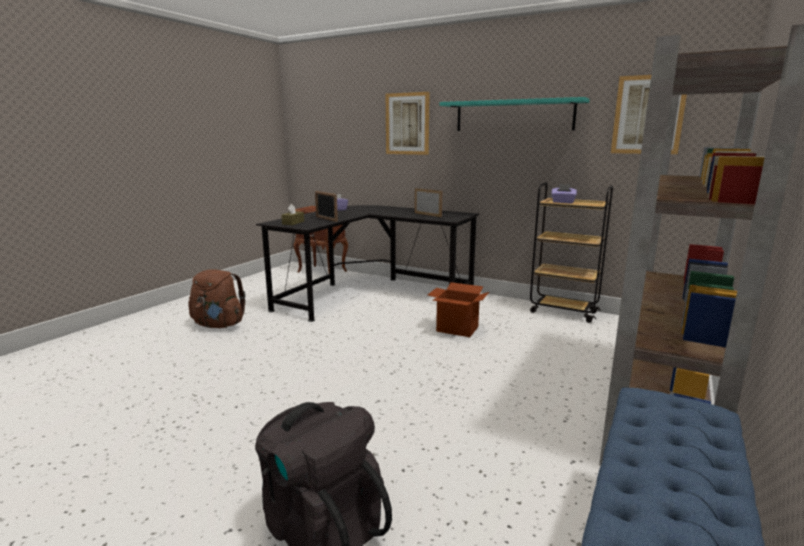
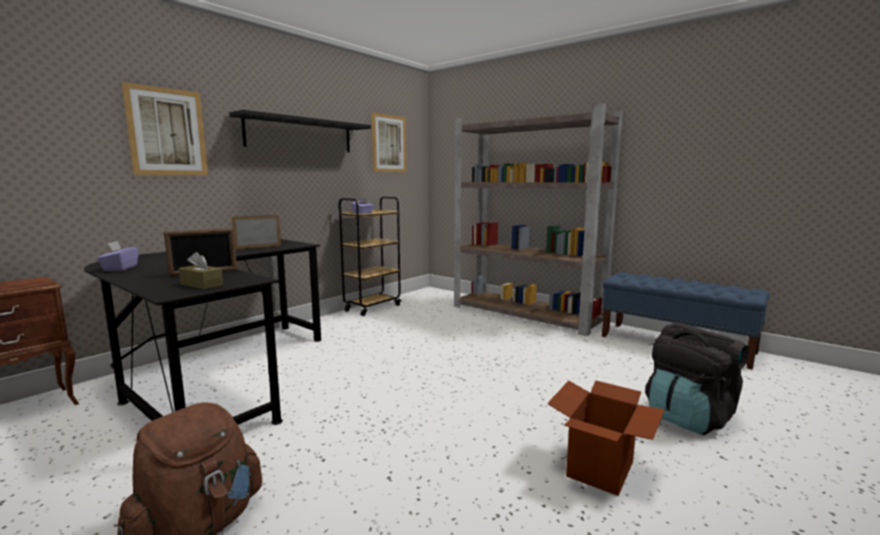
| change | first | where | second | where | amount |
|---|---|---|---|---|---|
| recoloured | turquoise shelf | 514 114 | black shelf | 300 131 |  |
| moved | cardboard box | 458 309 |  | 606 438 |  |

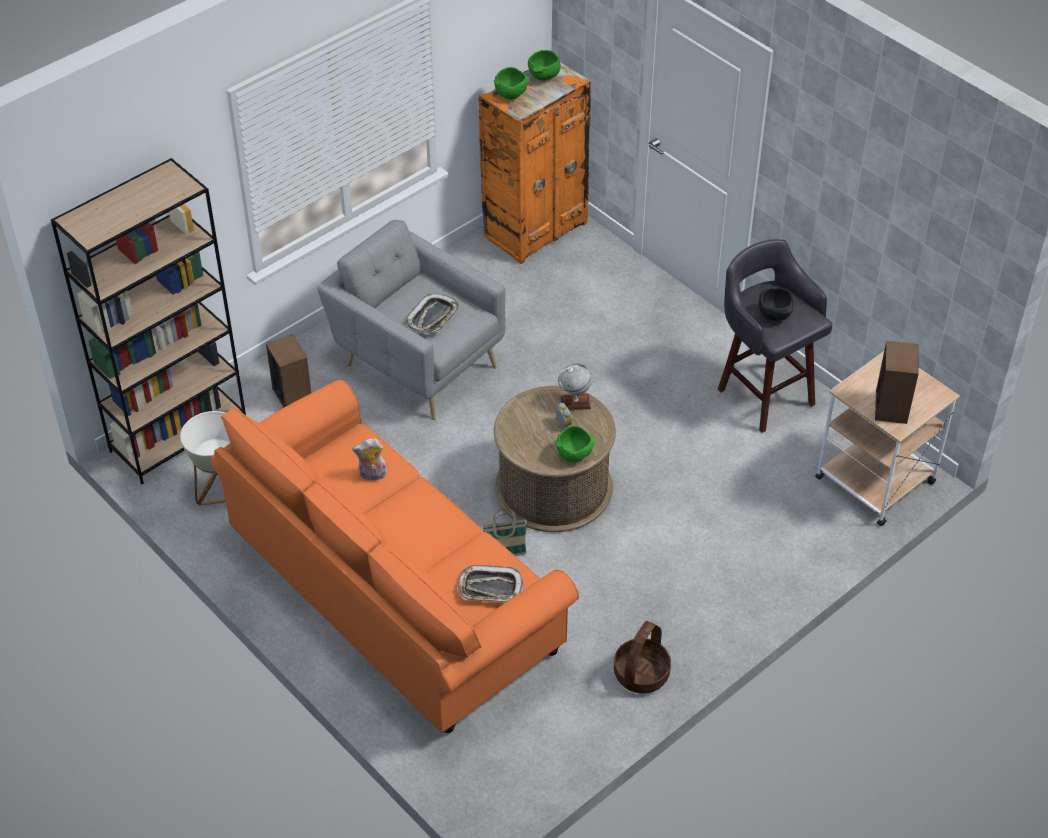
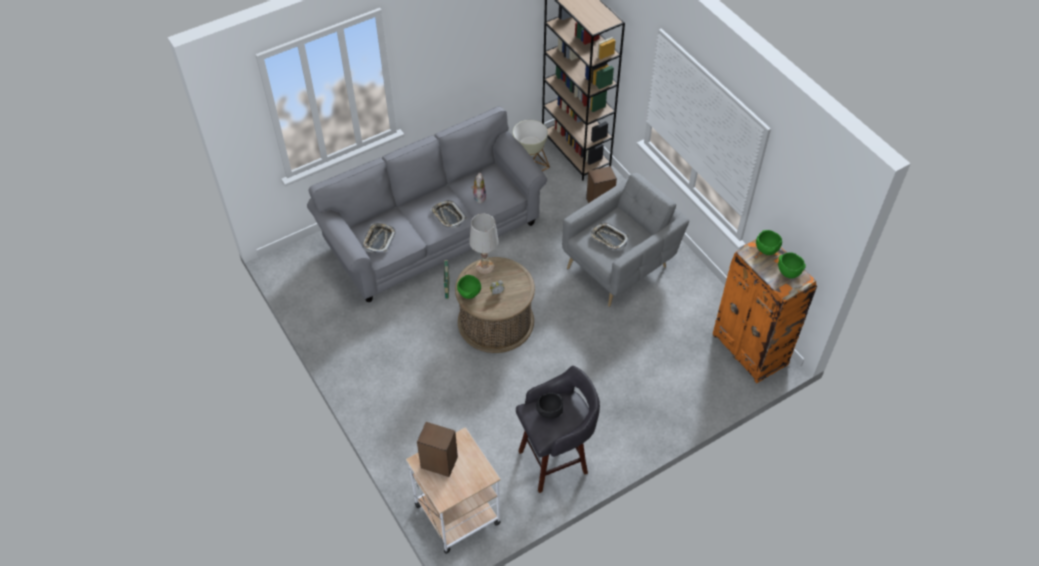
| change | first | where | second | where | amount |
|---|---|---|---|---|---|
| removed | globe | 575 386 |  |  |  |
| recoloured | orange sofa | 395 556 | grey sofa | 427 204 |  |
| removed | basket | 642 657 |  |  |  |
| added |  |  | tray | 448 214 |  |
| added |  |  | white table lamp | 484 244 |  |

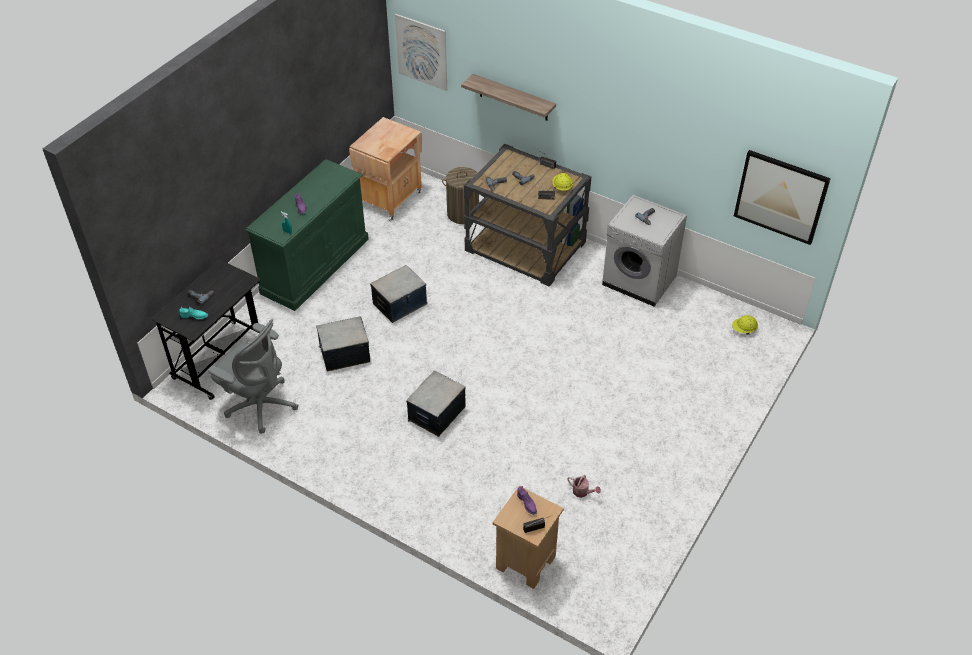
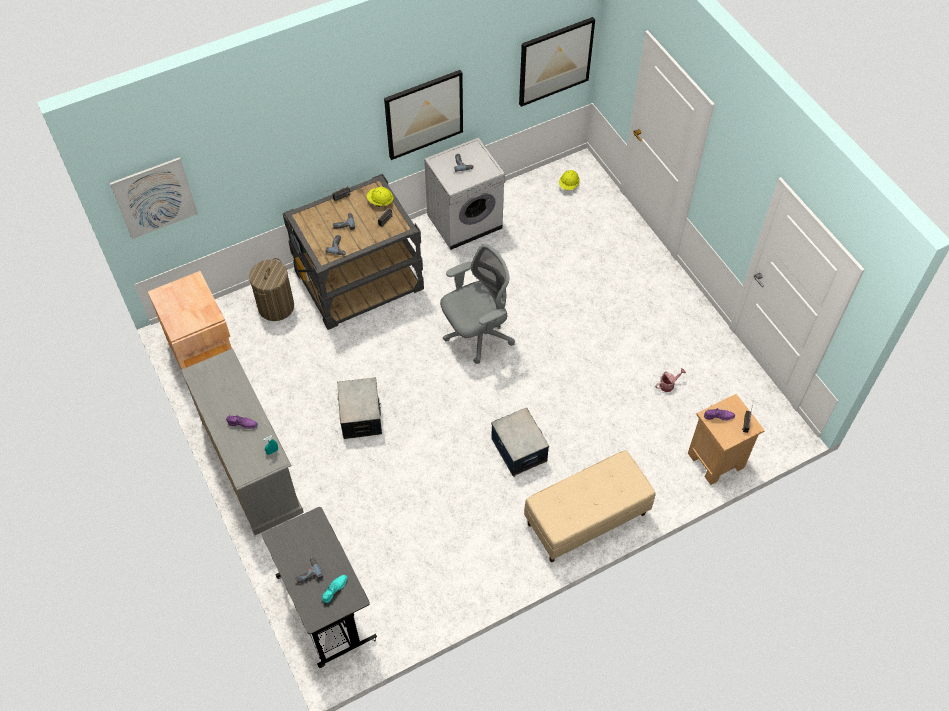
| change | first | where | second | where | amount |
|---|---|---|---|---|---|
| removed | shelf | 508 97 |  |  |  |
| recoloured | green cabinet | 307 235 | grey cabinet | 242 441 |  |
| removed | storage box | 343 344 |  |  |  |
| moved | grey office chair | 253 376 |  | 477 303 |  |
| added |  |  | picture | 423 115 |  |
| added |  |  | beige bench | 589 506 |  |

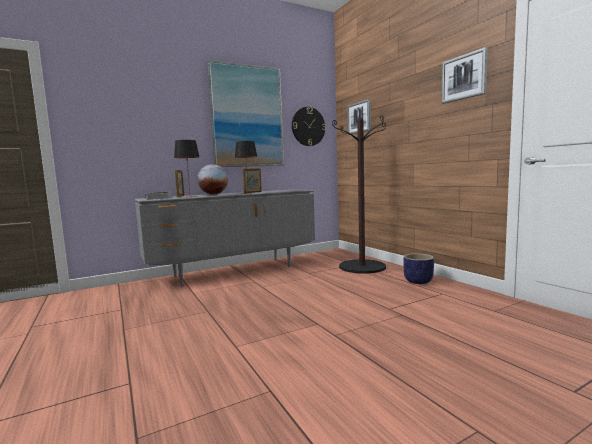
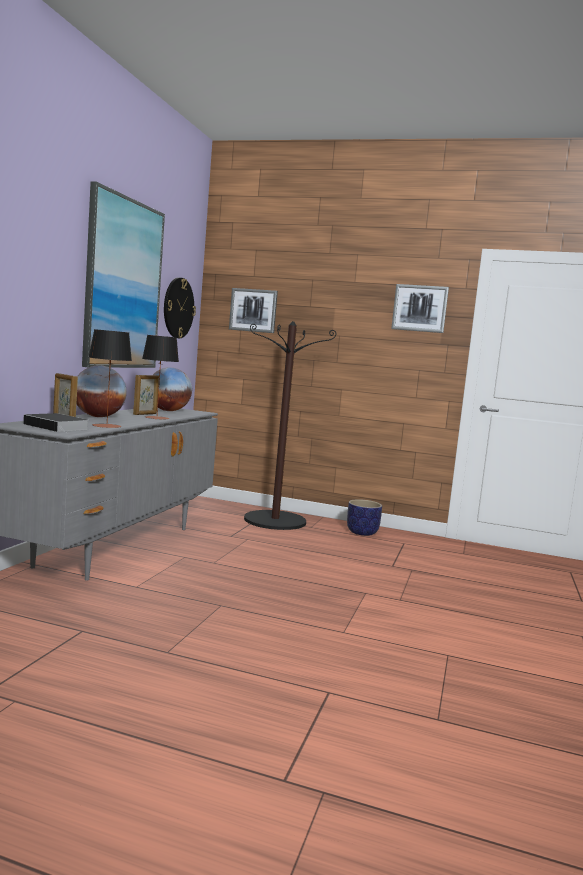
| change | first | where | second | where | amount |
|---|---|---|---|---|---|
| added |  |  | globe | 172 389 |  |

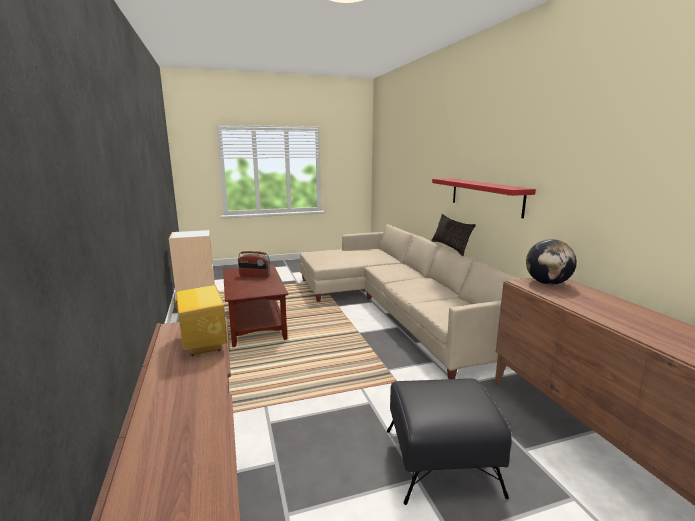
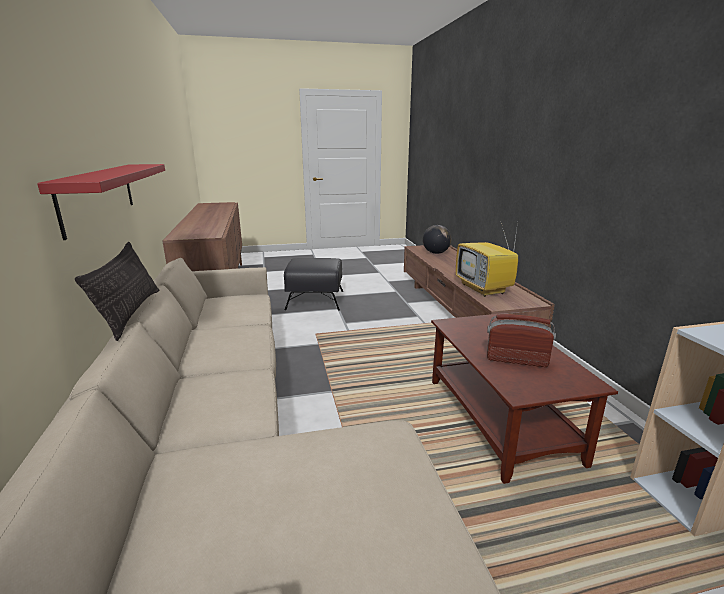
| change | first | where | second | where | amount |
|---|---|---|---|---|---|
| moved | globe | 551 262 |  | 437 239 |  |

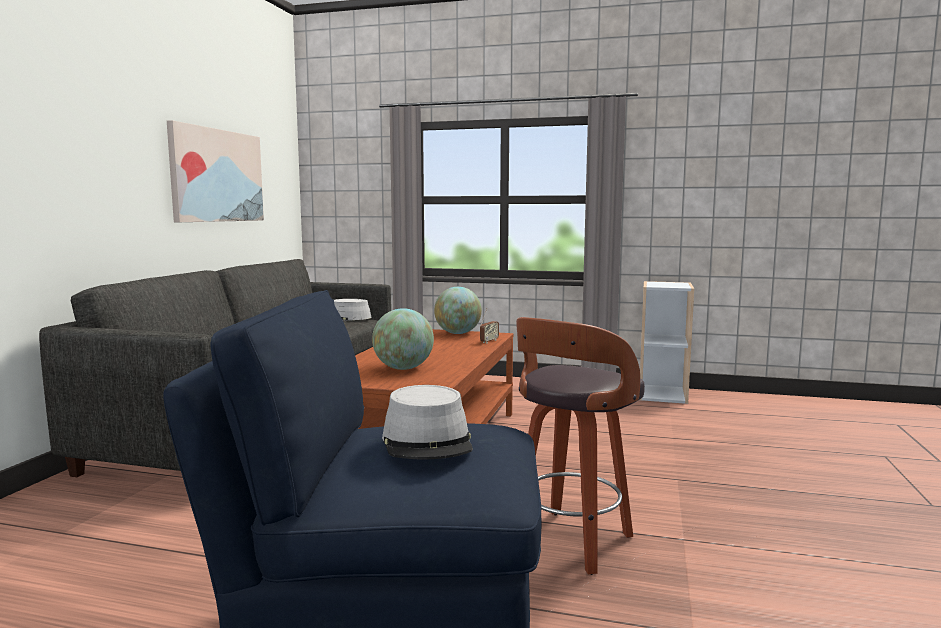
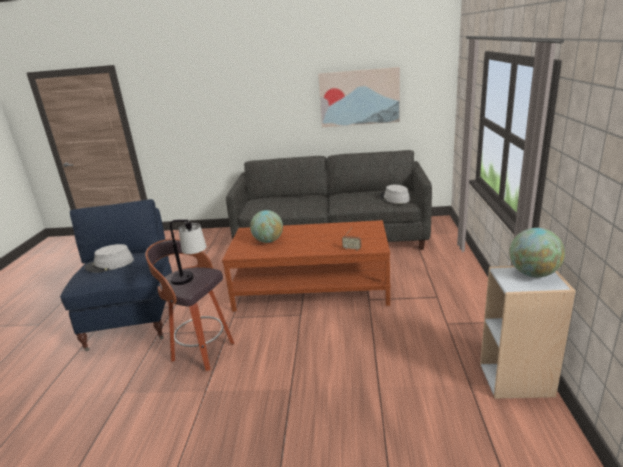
| change | first | where | second | where | amount |
|---|---|---|---|---|---|
| moved | globe | 458 310 |  | 537 252 |  |
| added |  |  | table lamp | 188 252 |  |

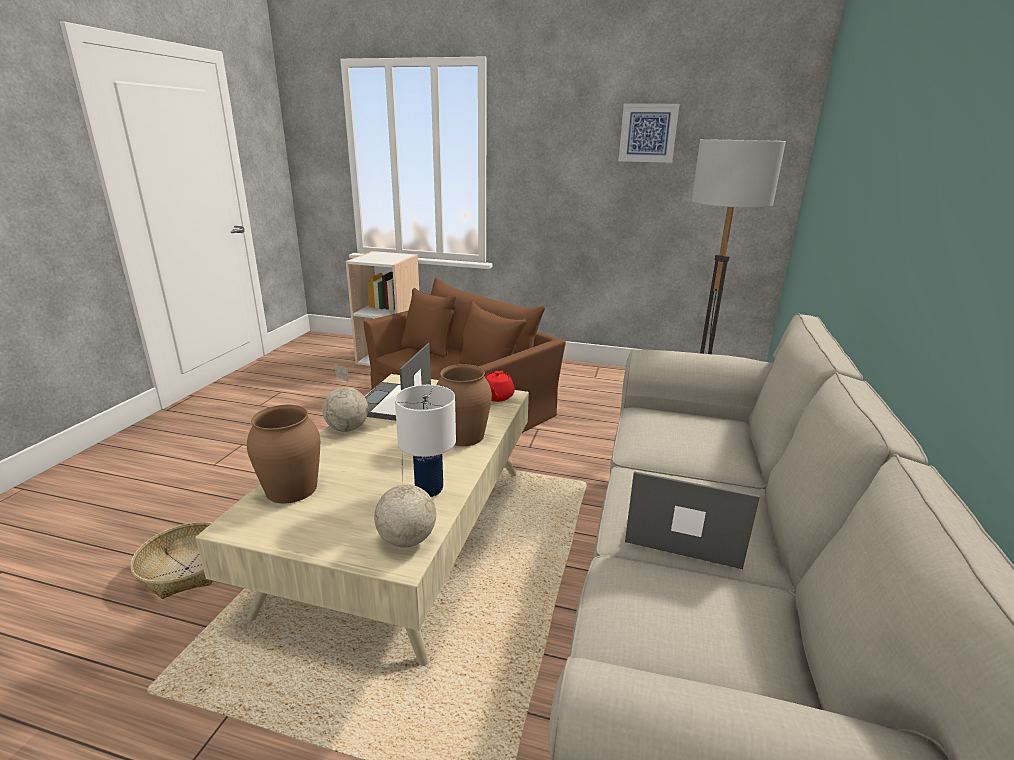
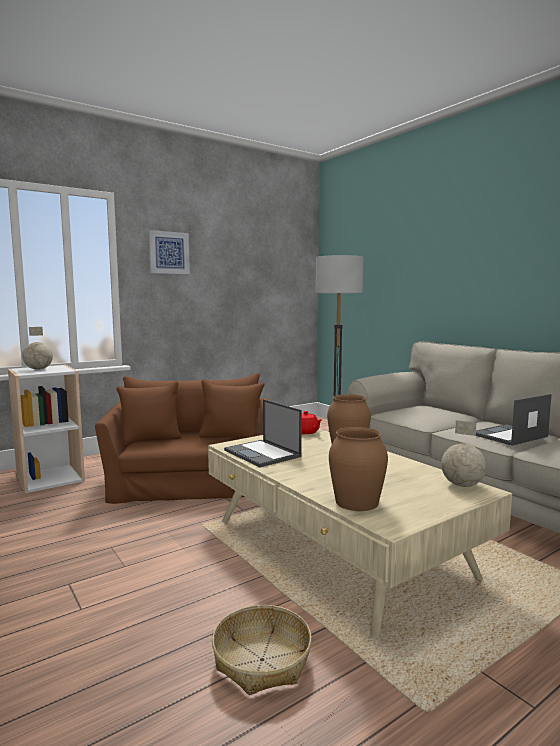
| change | first | where | second | where | amount |
|---|---|---|---|---|---|
| moved | picture | 649 133 |  | 169 252 |  |
| moved | globe | 345 398 |  | 37 348 |  |
| removed | white table lamp | 425 441 |  |  |  |

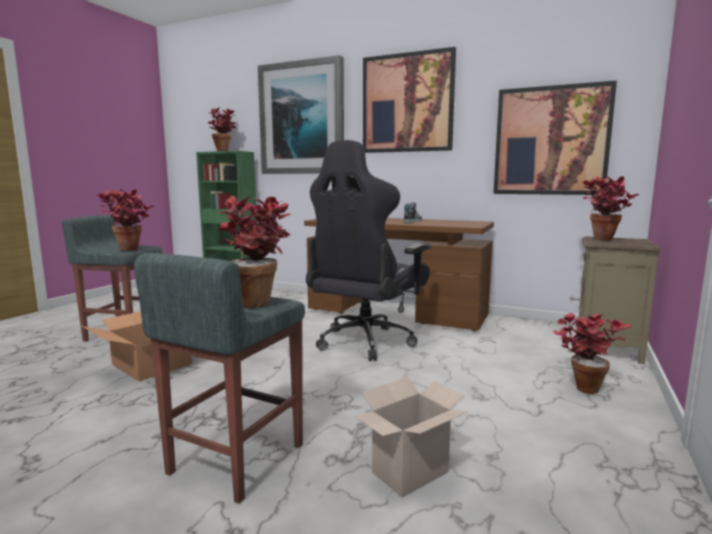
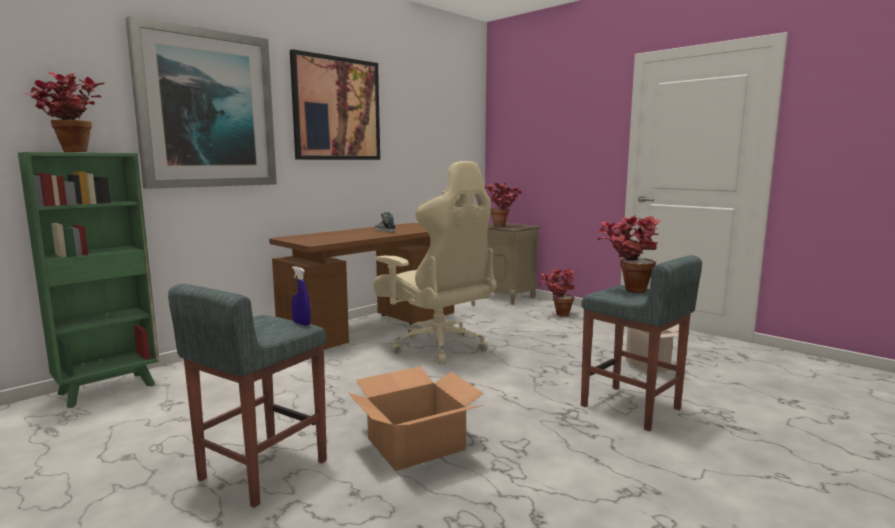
| change | first | where | second | where | amount |
|---|---|---|---|---|---|
| removed | picture | 555 137 |  |  |  |
| recoloured | black office chair | 368 250 | beige office chair | 435 263 |  |
| replaced | potted plant | 125 220 | blue spray bottle | 301 296 |  |

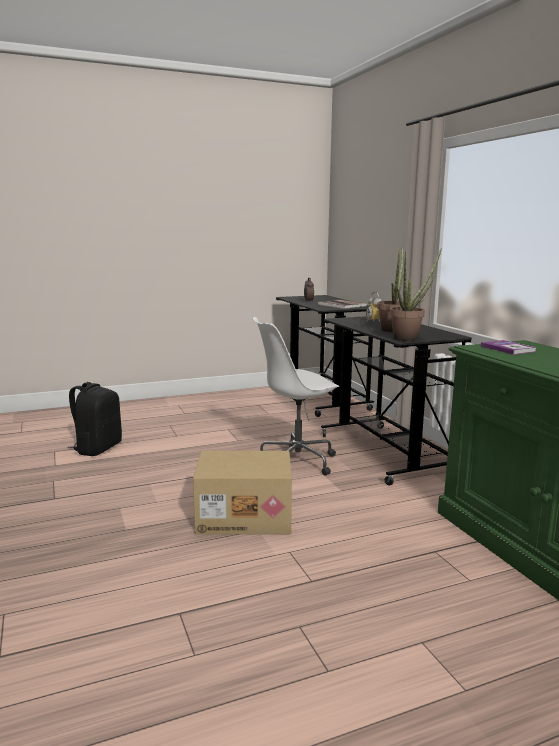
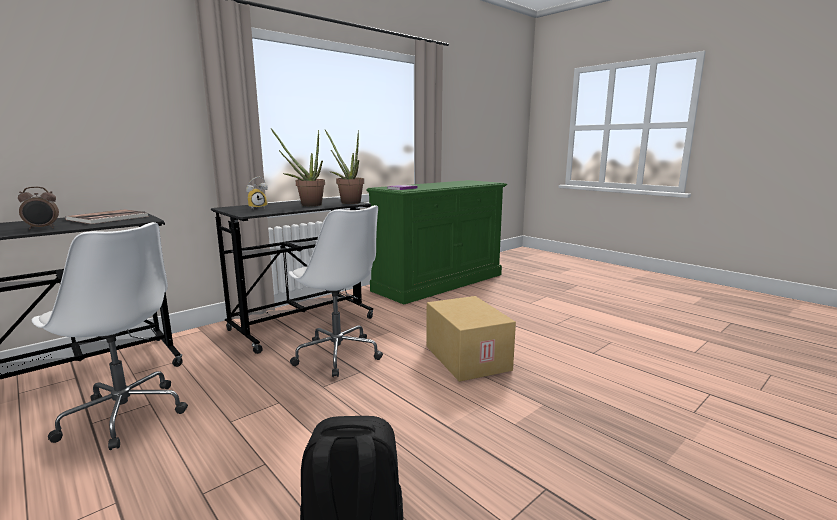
| change | first | where | second | where | amount |
|---|---|---|---|---|---|
| added |  |  | white office chair | 110 336 |  |

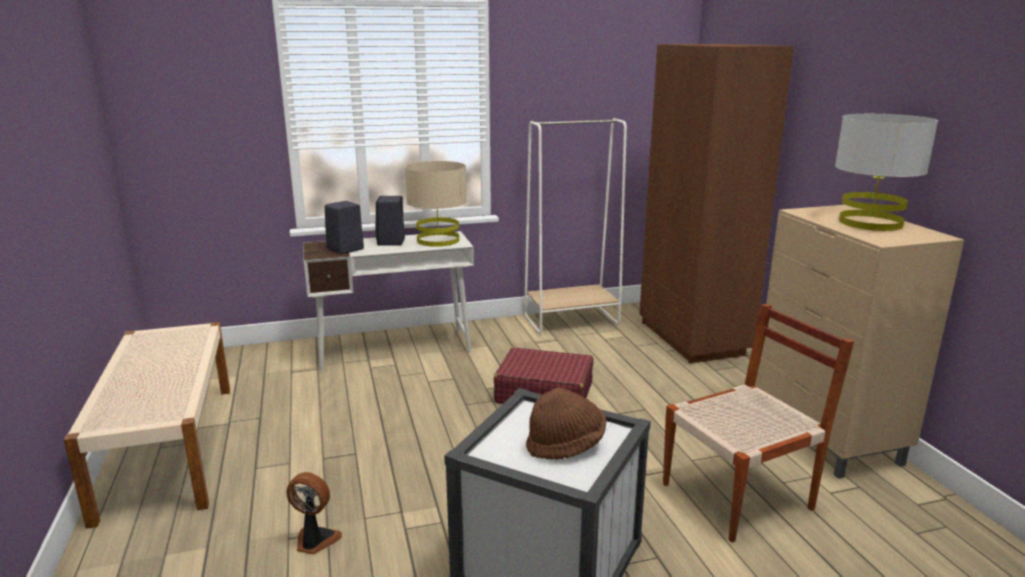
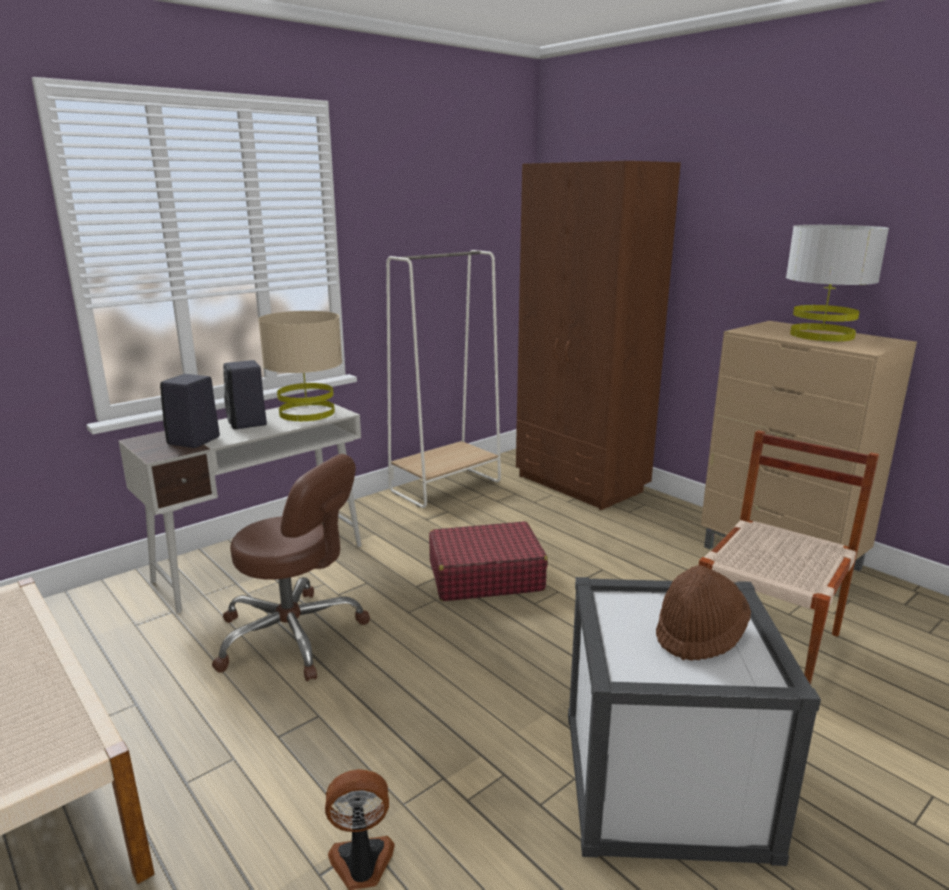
| change | first | where | second | where | amount |
|---|---|---|---|---|---|
| added |  |  | brown office chair | 291 567 |  |

